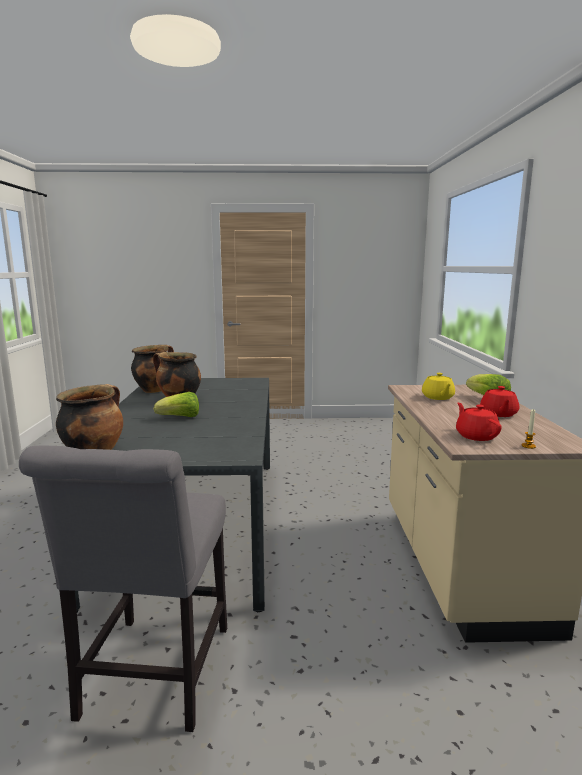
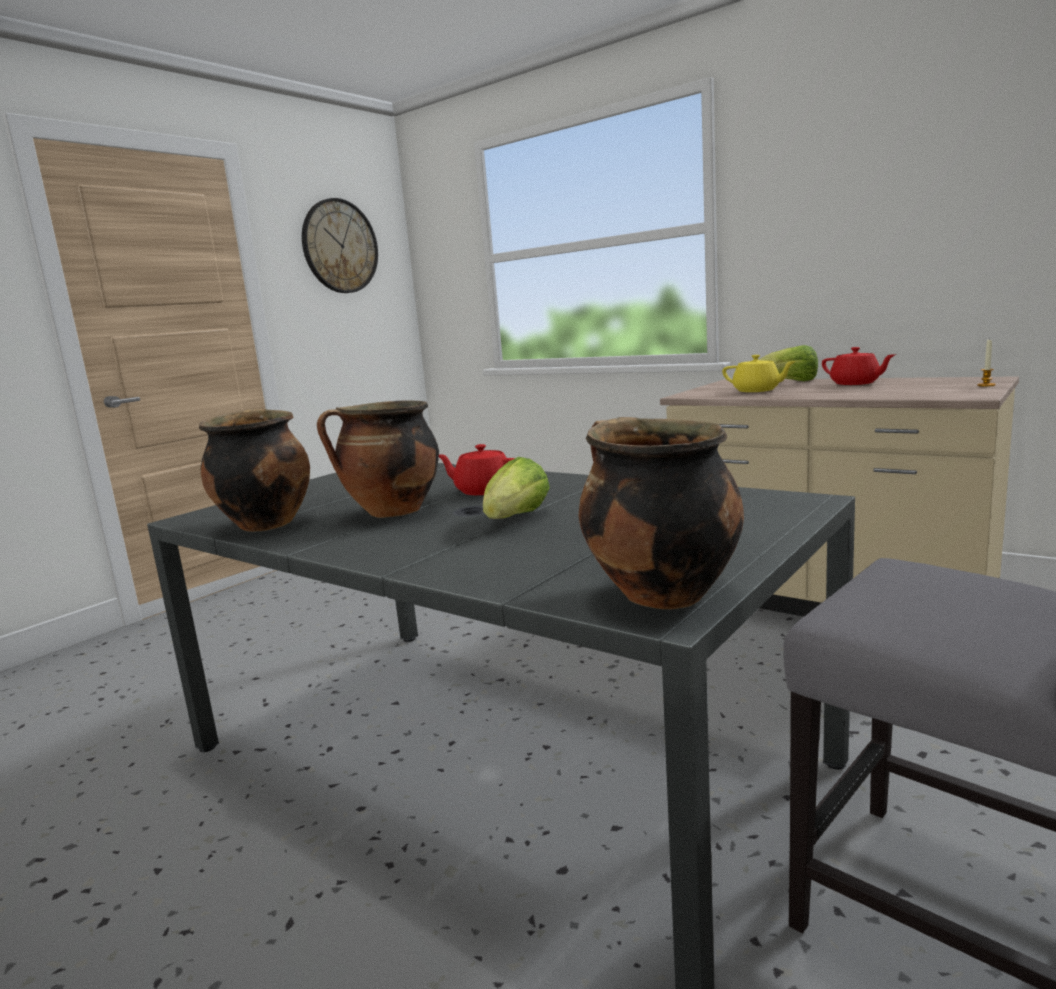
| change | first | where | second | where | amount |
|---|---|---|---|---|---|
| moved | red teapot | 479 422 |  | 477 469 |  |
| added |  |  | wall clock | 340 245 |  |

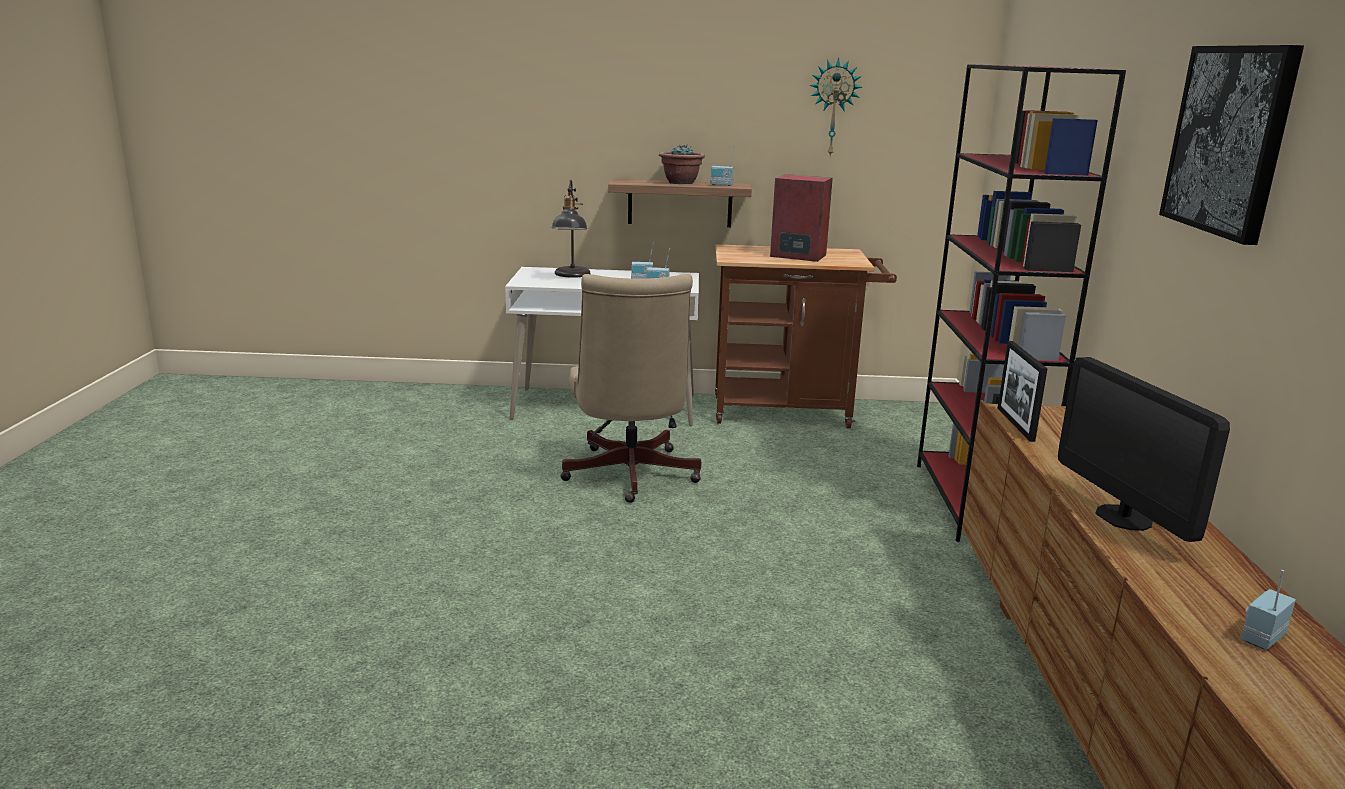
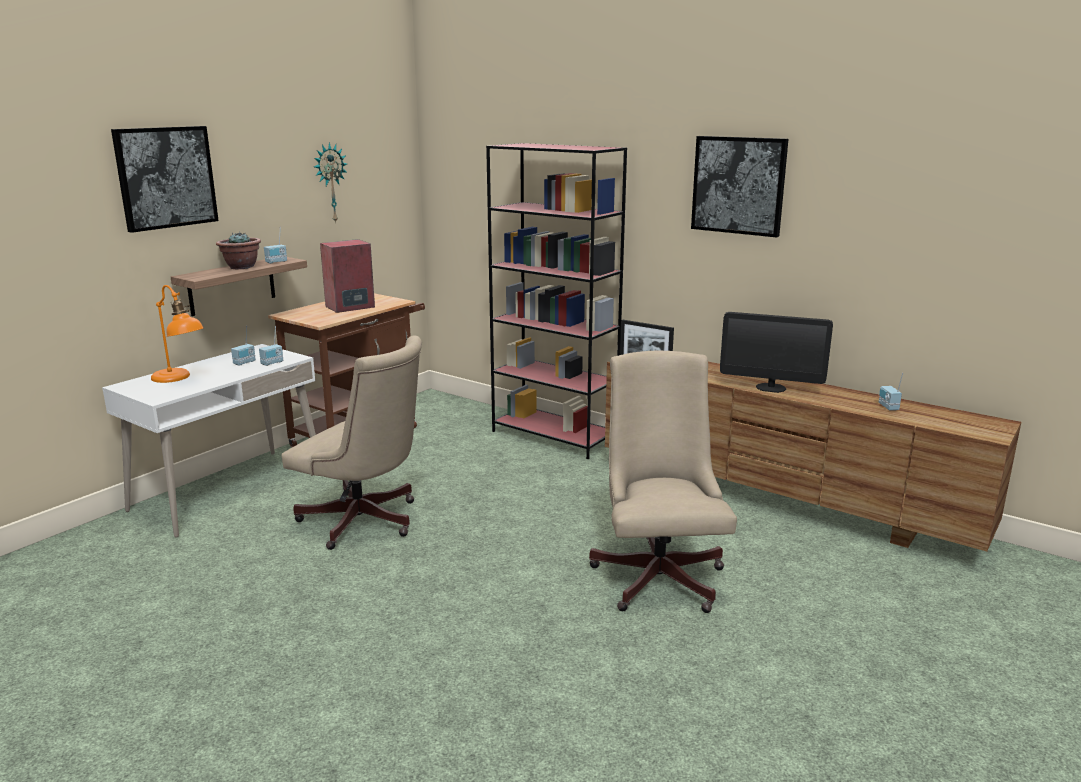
| change | first | where | second | where | amount |
|---|---|---|---|---|---|
| recoloured | grey table lamp | 571 229 | orange table lamp | 177 334 |  |
| added |  |  | picture | 165 179 |  |
| added |  |  | beige office chair | 663 482 |  |

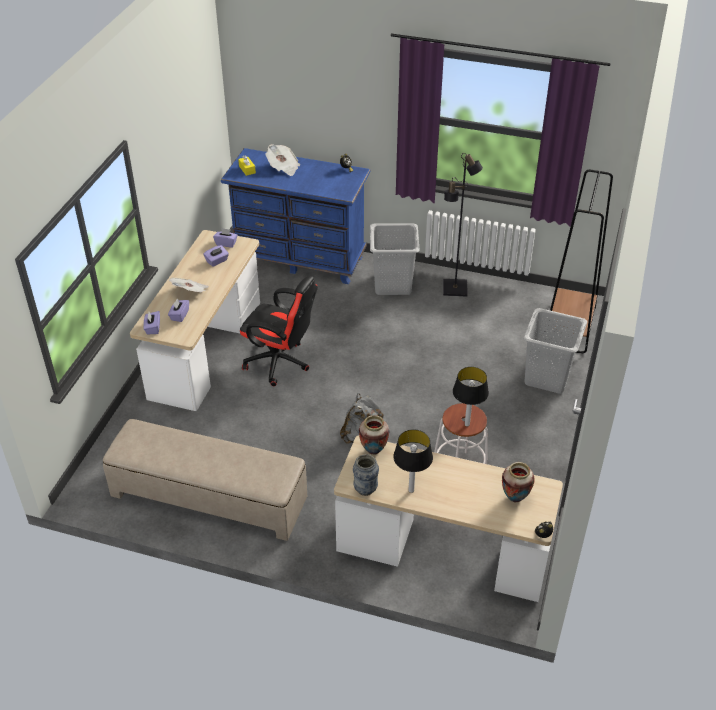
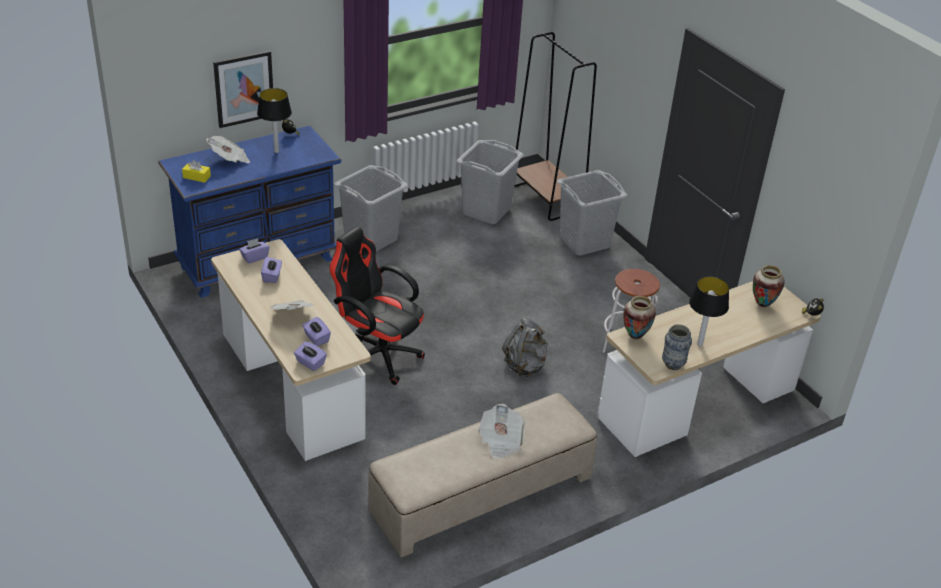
| change | first | where | second | where | amount |
|---|---|---|---|---|---|
| removed | black floor lamp | 463 224 |  |  |  |
| turned | black office chair | 279 331 |  | 377 305 | 120 degrees counterclockwise |
| moved | table lamp | 471 397 |  | 274 120 |  |
| added |  |  | picture | 243 89 |  |
| added |  |  | grey laundry basket | 490 182 |  |
| added |  |  | newspaper | 501 431 |  |

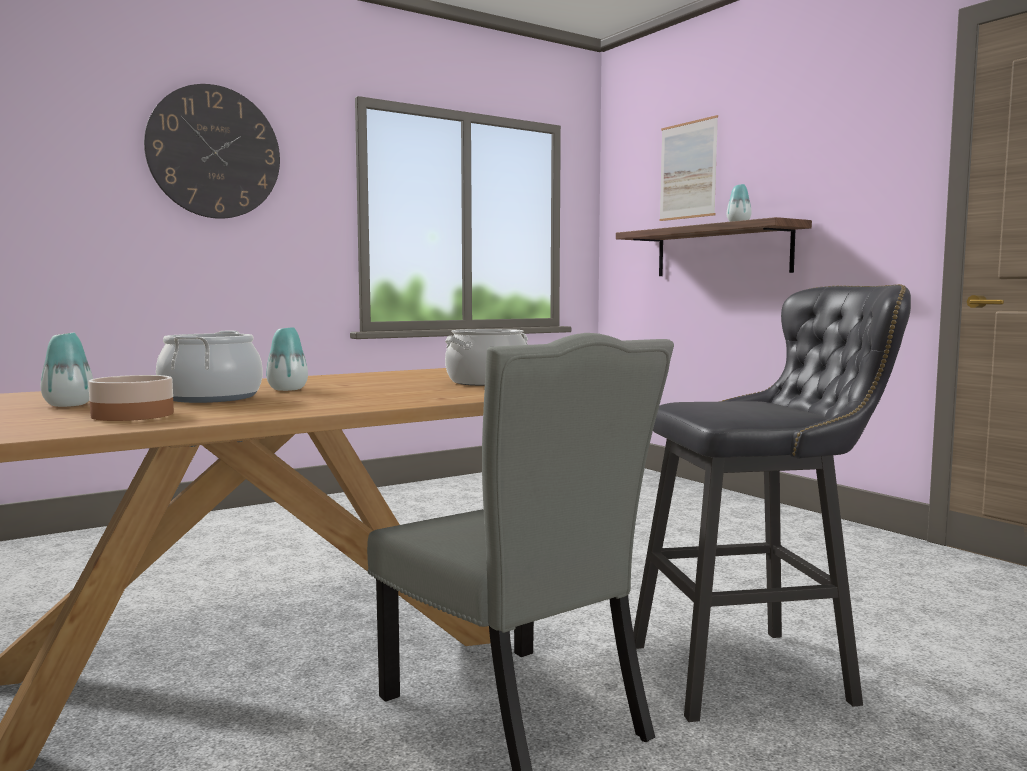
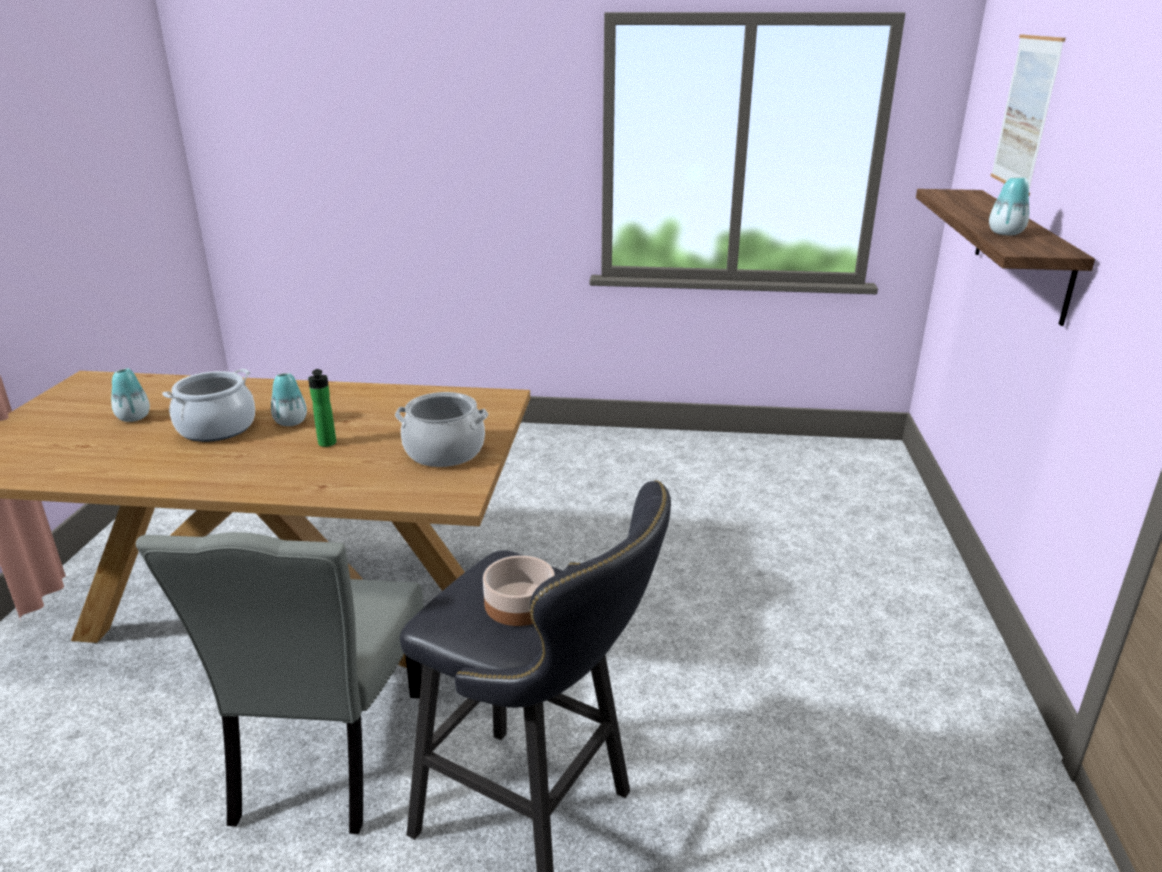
| change | first | where | second | where | amount |
|---|---|---|---|---|---|
| removed | wall clock | 212 151 |  |  |  |
| moved | bowl | 131 398 |  | 519 590 |  |
| added |  |  | bottle | 322 408 |  |

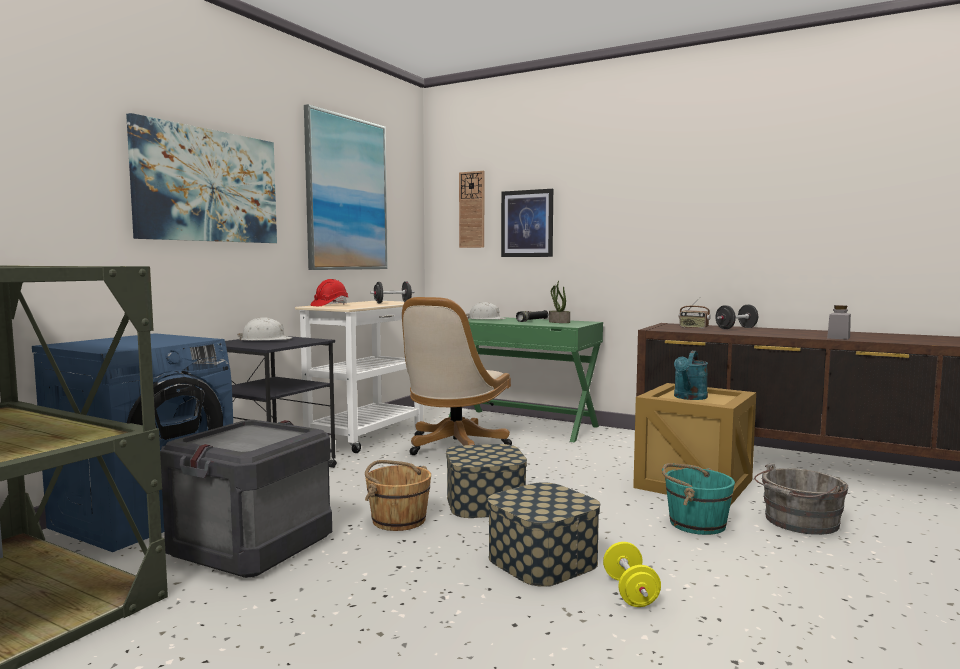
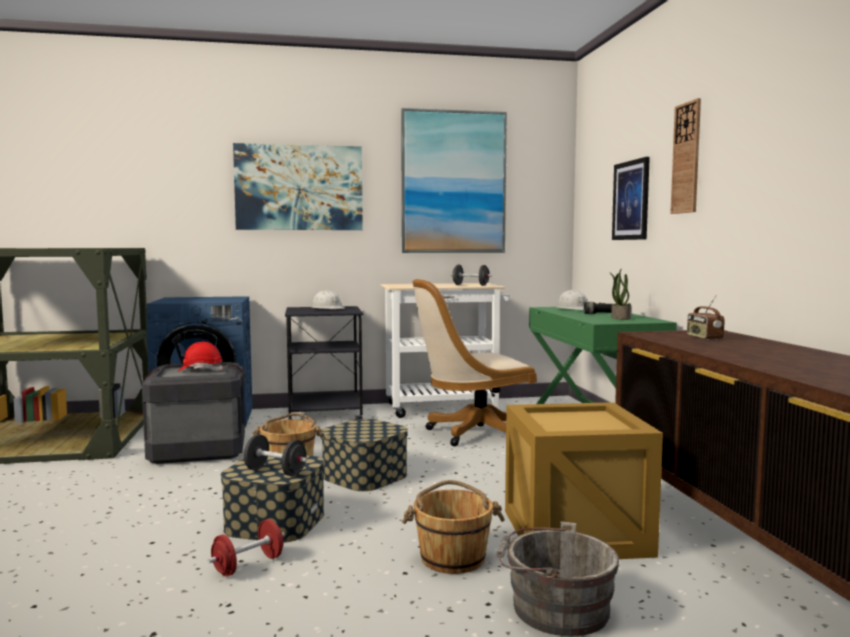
| change | first | where | second | where | amount |
|---|---|---|---|---|---|
| moved | wall clock | 471 209 |  | 685 156 |  |
| moved | red hard hat | 330 292 |  | 200 357 |  |
| moved | black dumbbell | 736 317 |  | 275 455 |  |
| removed | grey jar | 839 322 |  |  |  |
| removed | turquoise watering can | 691 375 |  |  |  |
| recoloured | turquoise bucket | 698 499 | brown bucket | 453 527 |  |
| recoloured | yellow dumbbell | 632 574 | red dumbbell | 246 548 |  |

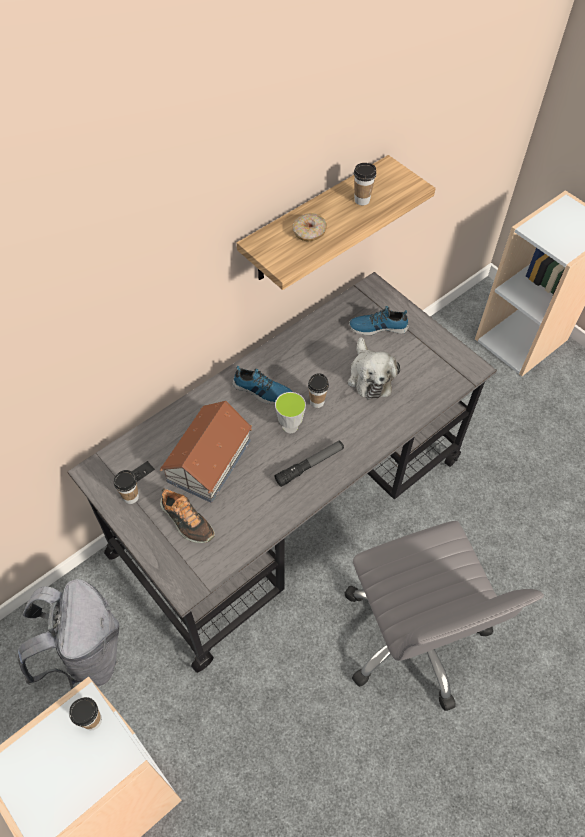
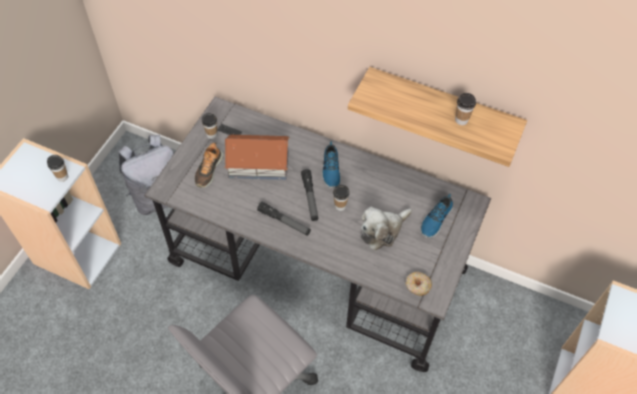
| change | first | where | second | where | amount |
|---|---|---|---|---|---|
| moved | donut | 310 227 |  | 419 284 |  |
| turned | shoe | 379 320 |  | 436 216 | 120 degrees counterclockwise |
| replaced | cup | 290 412 | flashlight | 309 195 |  |

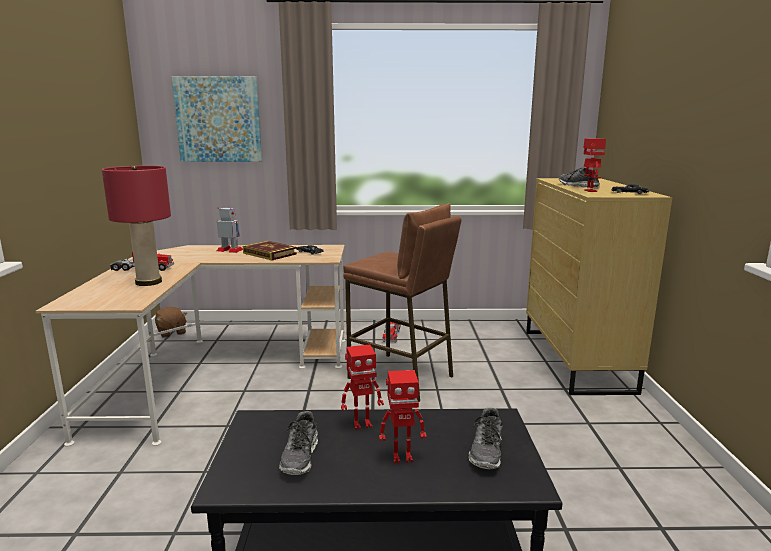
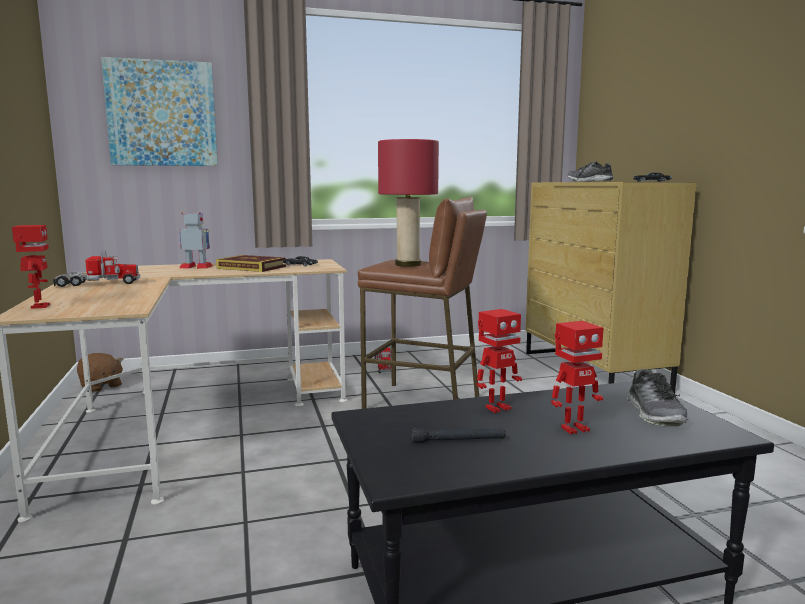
| change | first | where | second | where | amount |
|---|---|---|---|---|---|
| moved | toy robot | 595 165 |  | 31 267 |  |
| moved | red table lamp | 136 226 |  | 408 203 |  |
| replaced | shoe | 298 443 | black flashlight | 458 435 |  |

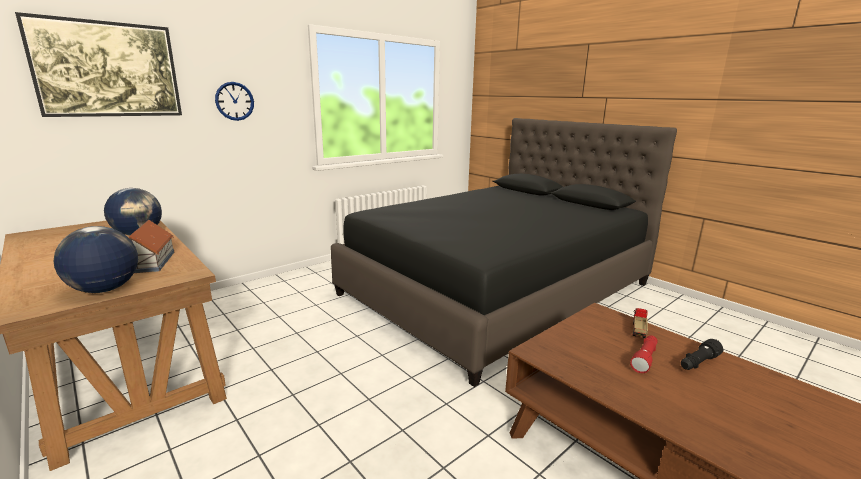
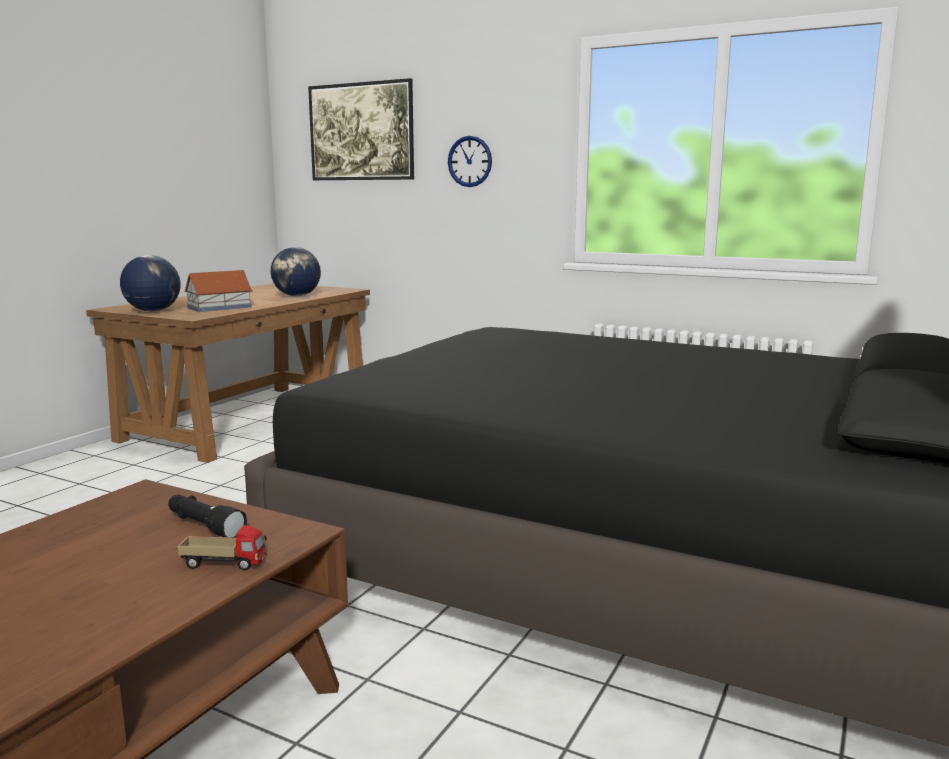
| change | first | where | second | where | amount |
|---|---|---|---|---|---|
| removed | red flashlight | 644 354 |  |  |  |
| moved | black flashlight | 702 354 |  | 207 516 |  |

